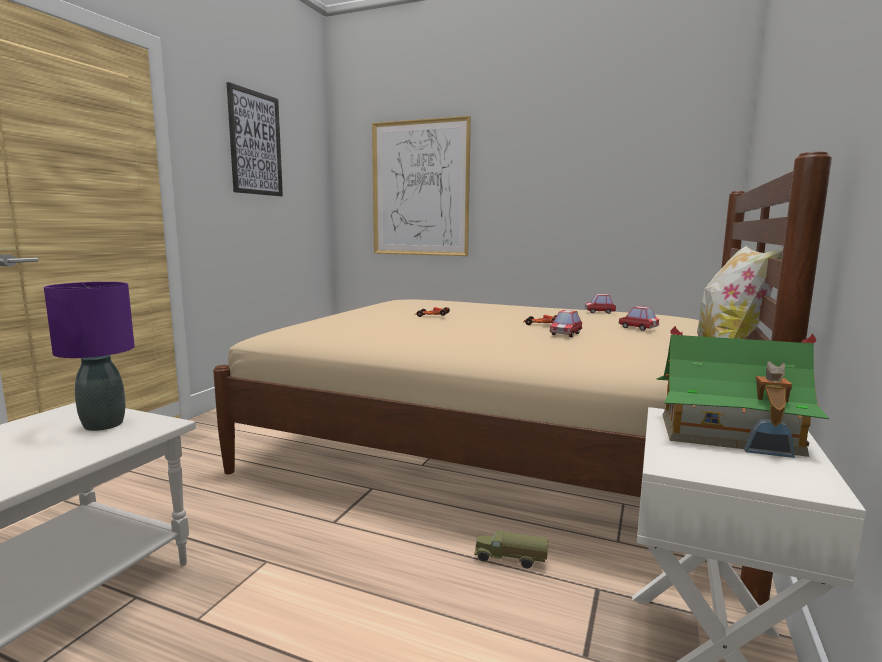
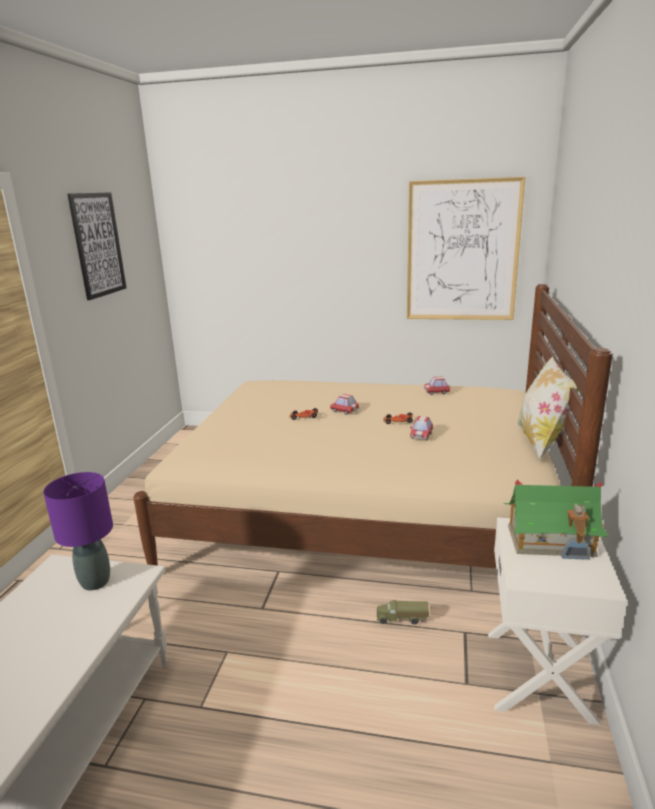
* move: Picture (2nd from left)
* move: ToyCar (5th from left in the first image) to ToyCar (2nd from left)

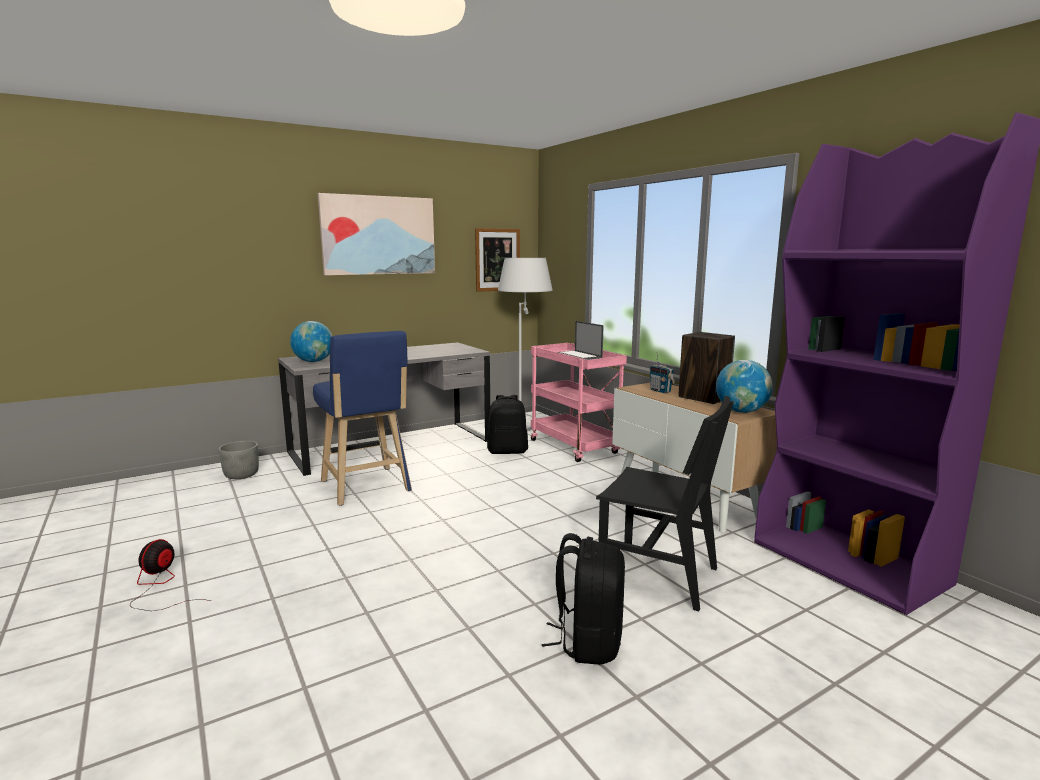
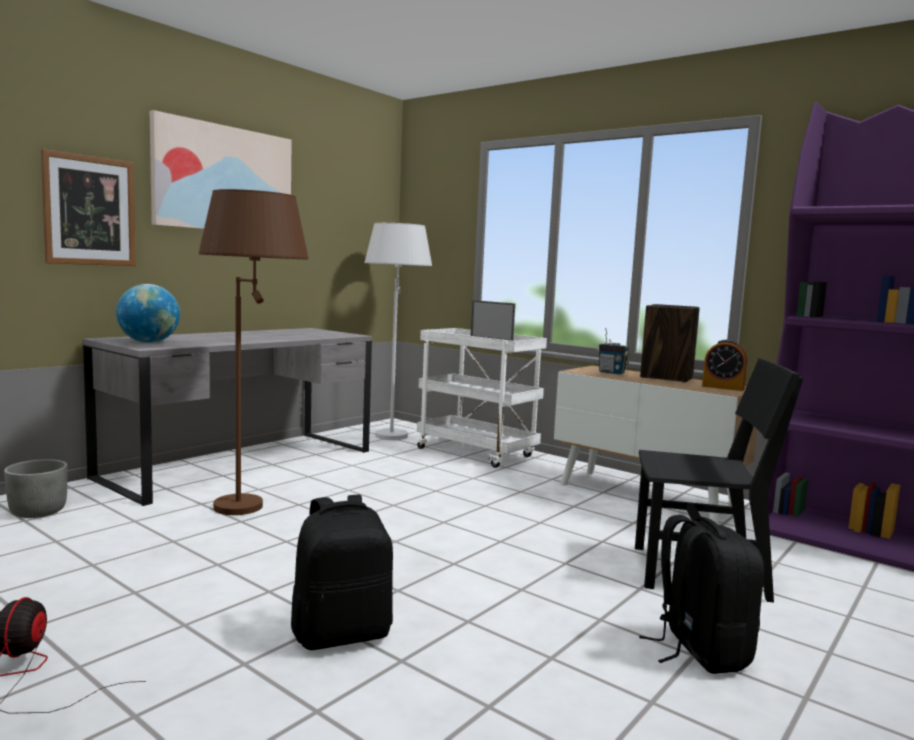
* move: Picture (2nd from left in the first image) to Picture (1st from left)
* move: BlackBackpack (1st from left)
* replace: BlueStool to BrownFloorLamp
* replace: Globe (2nd from left) to AlarmClock
* recolor: PinkCart to WhiteCart

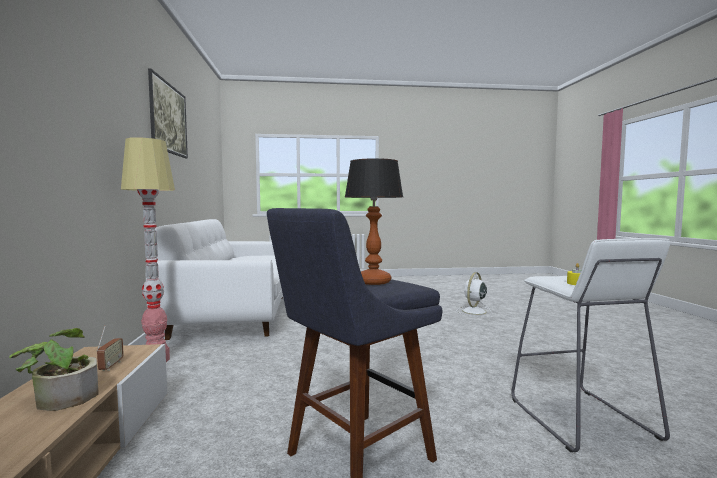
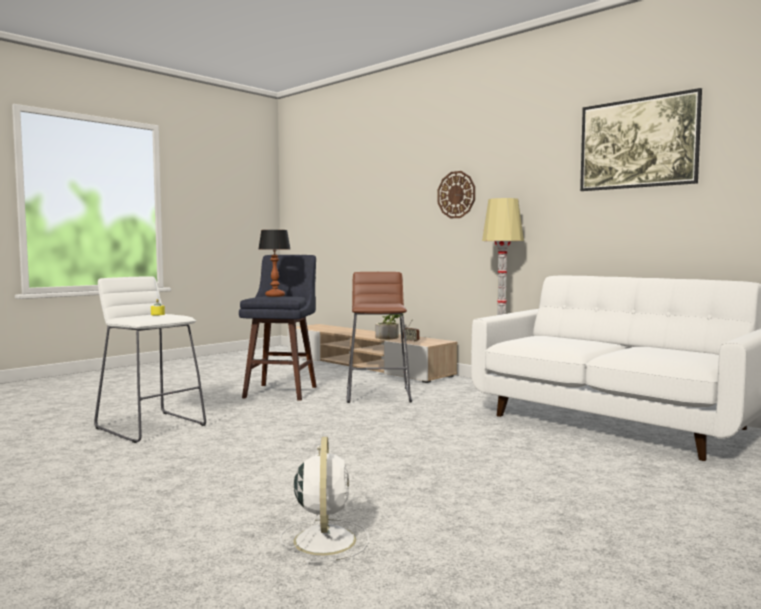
* insert: BrownStool
* insert: WallClock

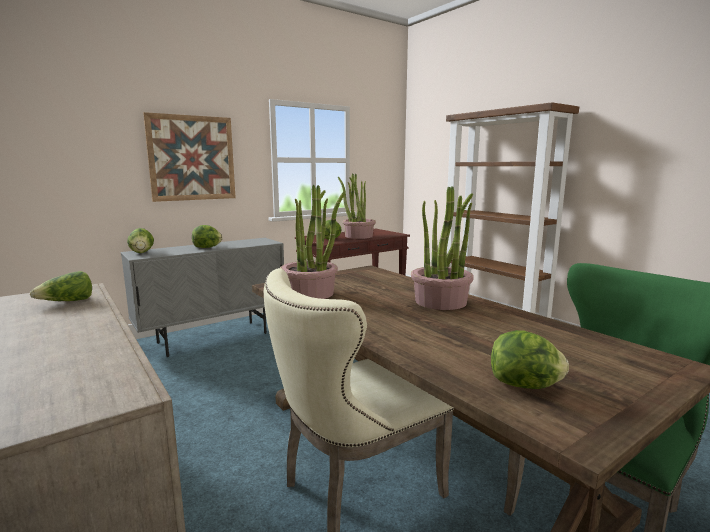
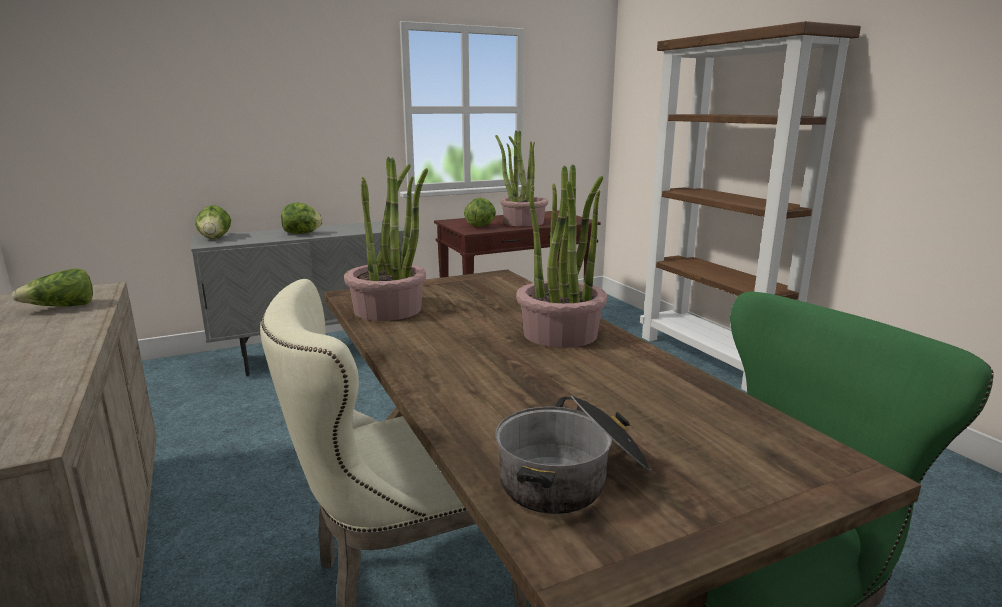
* delete: Picture
* replace: Lettuce (5th from left) to CookingPot

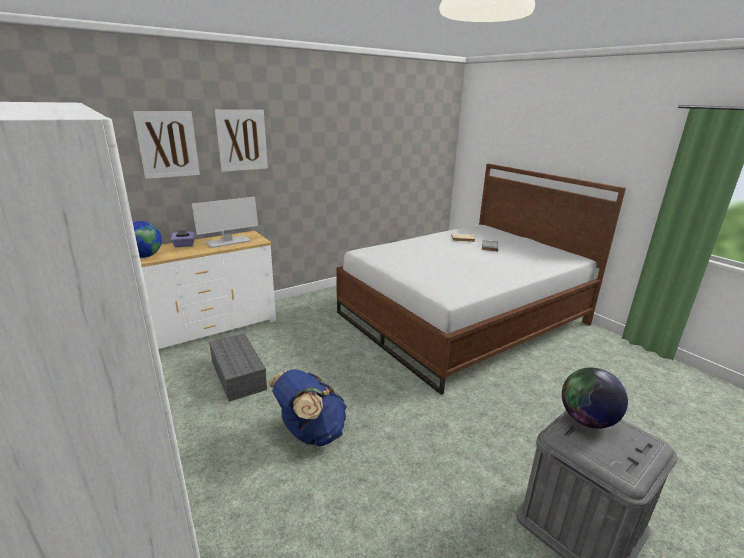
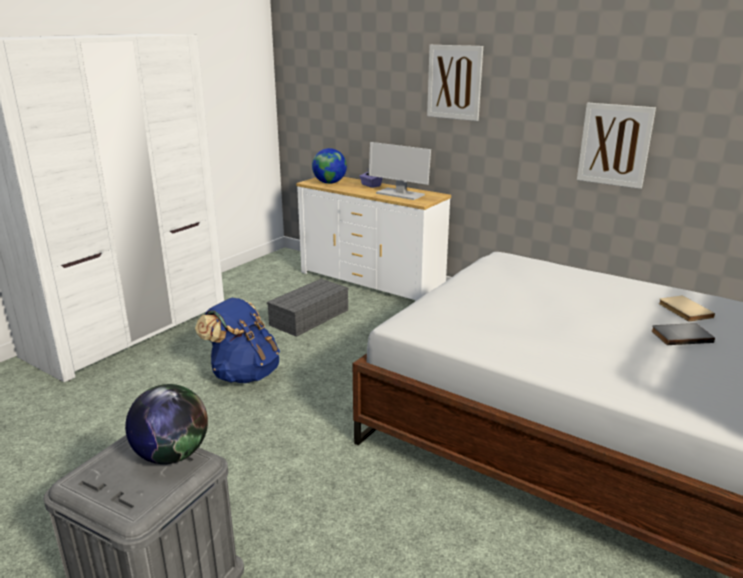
* move: Picture (1st from left in the first image) to Picture (2nd from left)

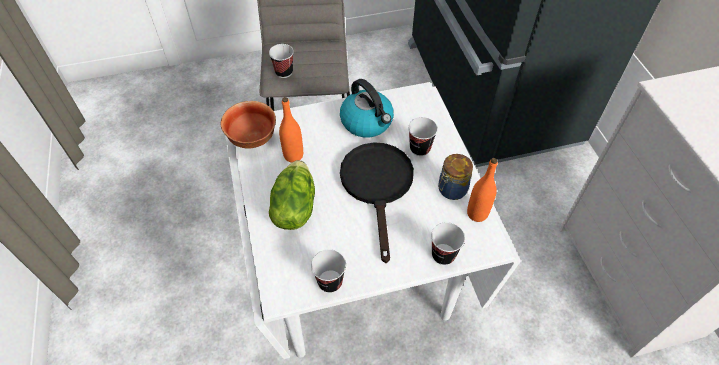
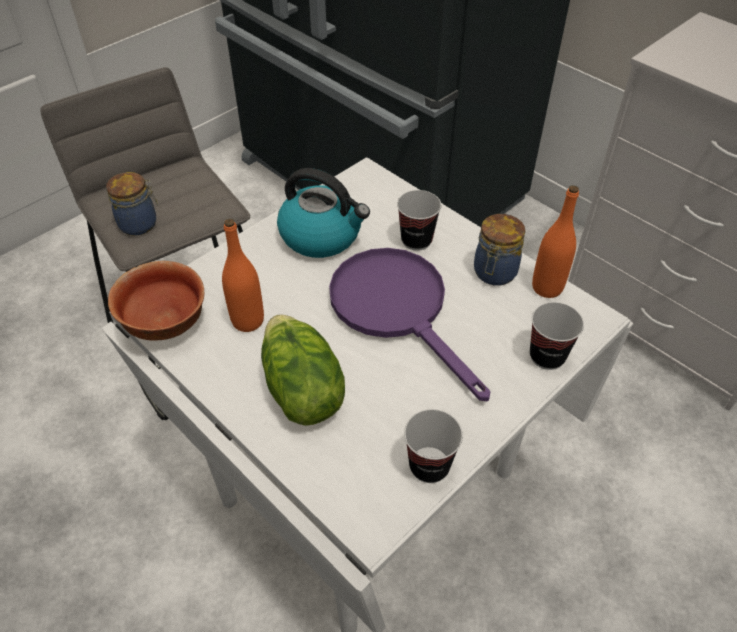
* replace: Cup (1st from left) to Jar (1st from left)
* recolor: BlackFryingPan to PurpleFryingPan

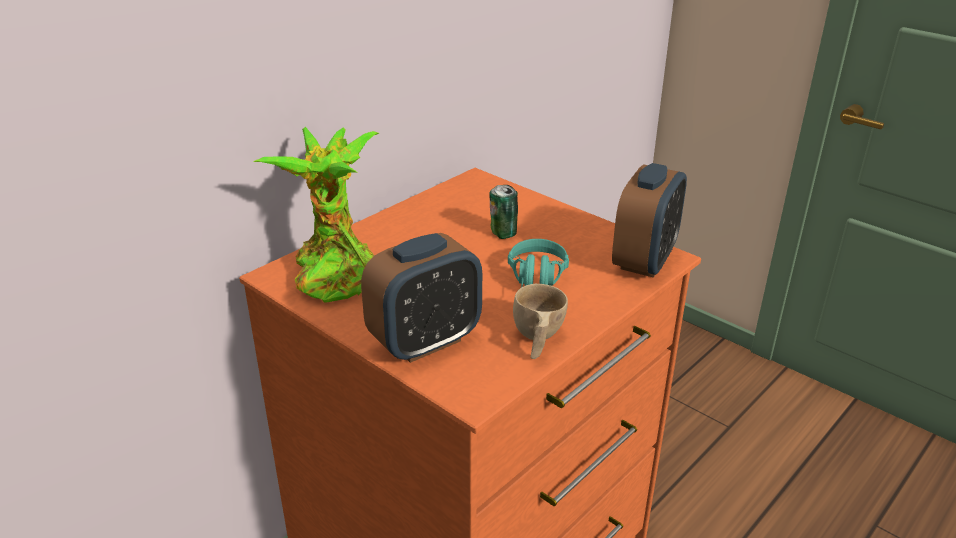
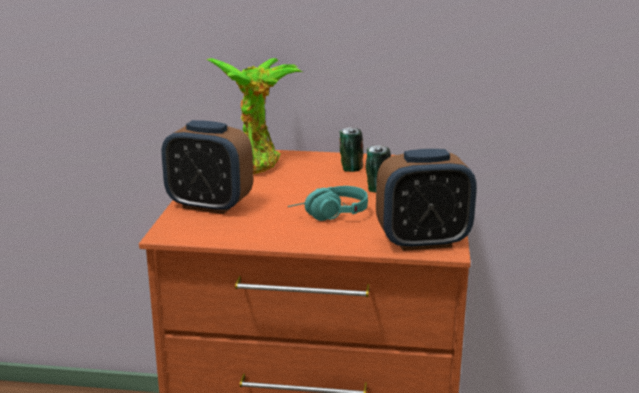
* delete: BeigeCup
* insert: Can (1st from left)

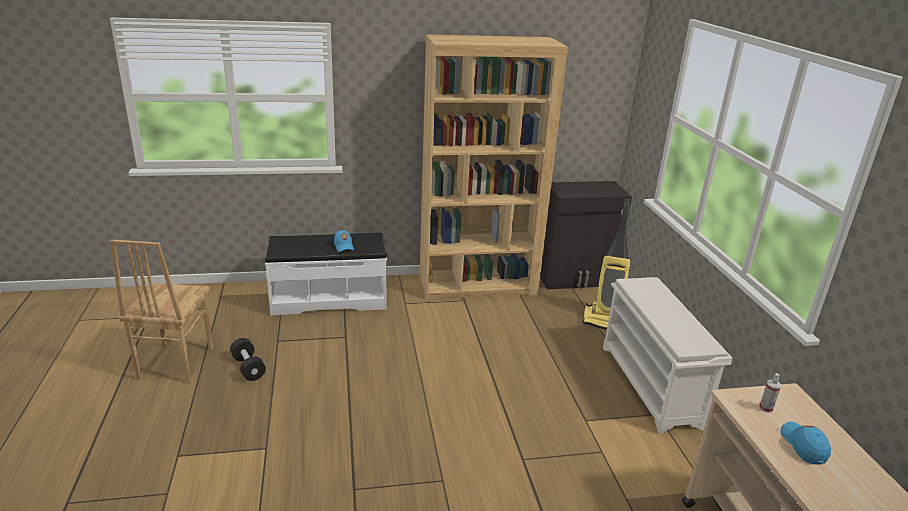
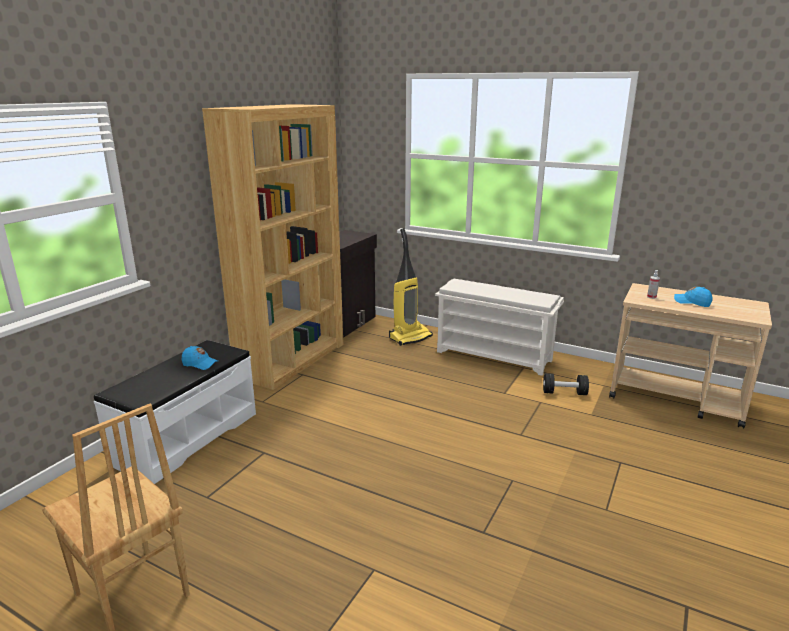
* move: BlackDumbbell

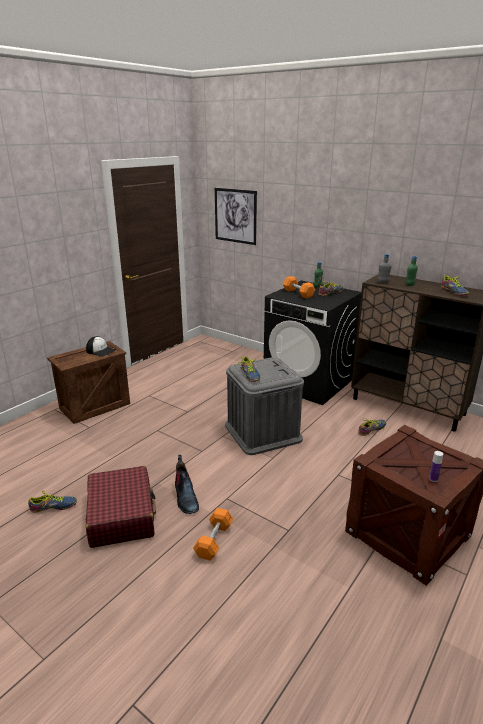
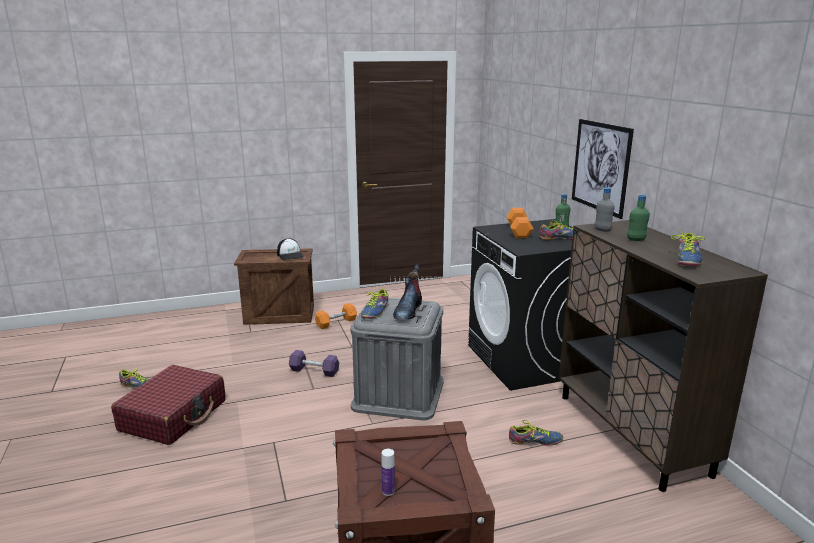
* insert: PurpleDumbbell
* move: Boot
* move: OrangeDumbbell (1st from left)
* move: Picture

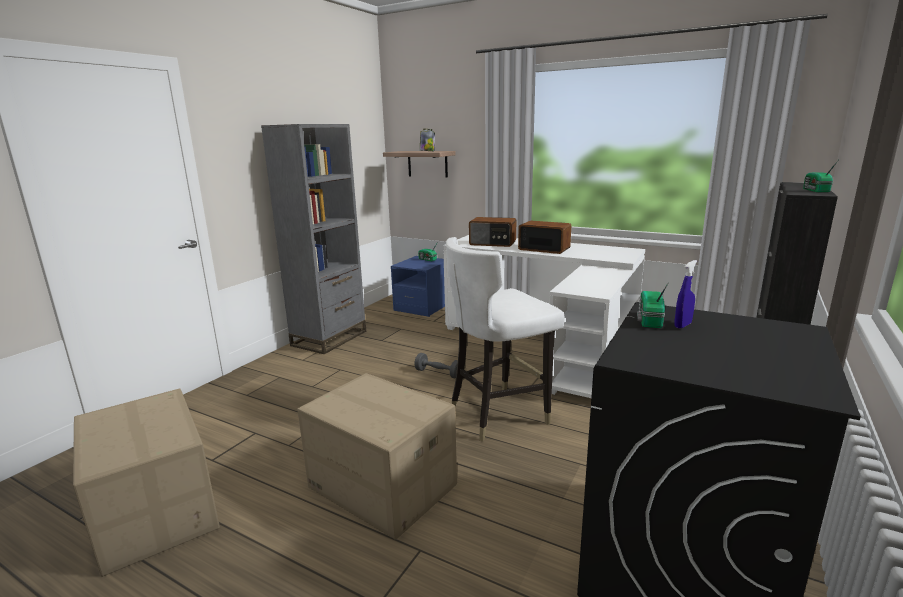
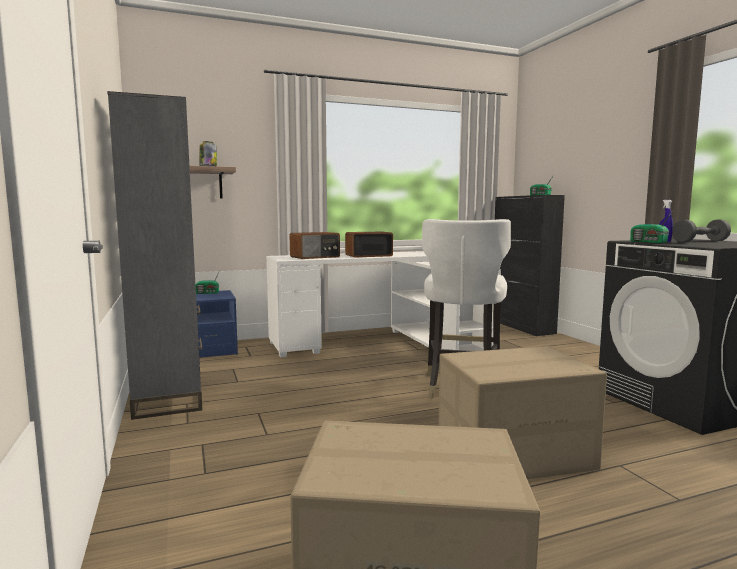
* move: GreyDumbbell

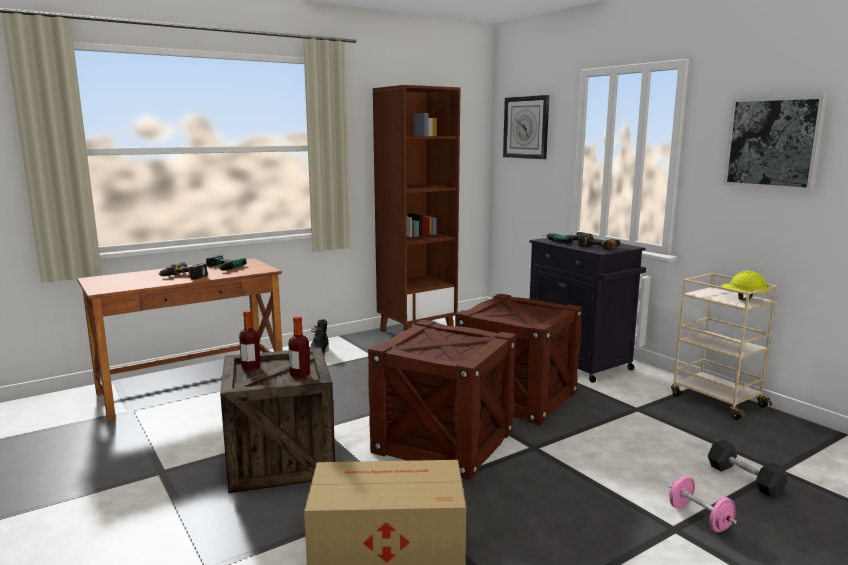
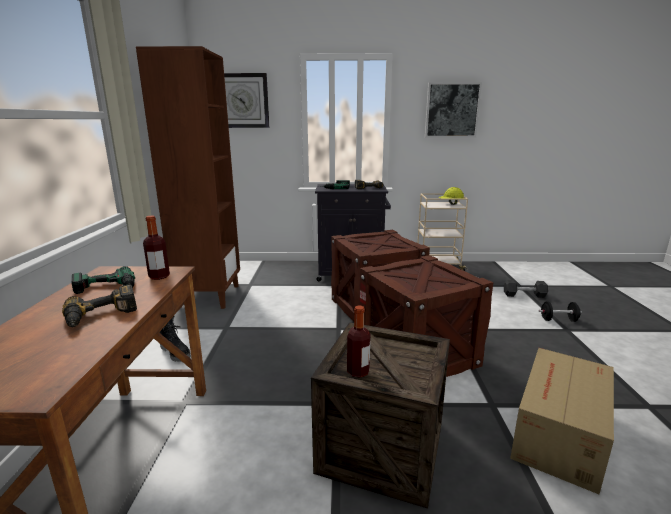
* move: Bottle (2nd from left in the first image) to Bottle (1st from left)
* recolor: PinkDumbbell to BlackDumbbell (2nd from left)

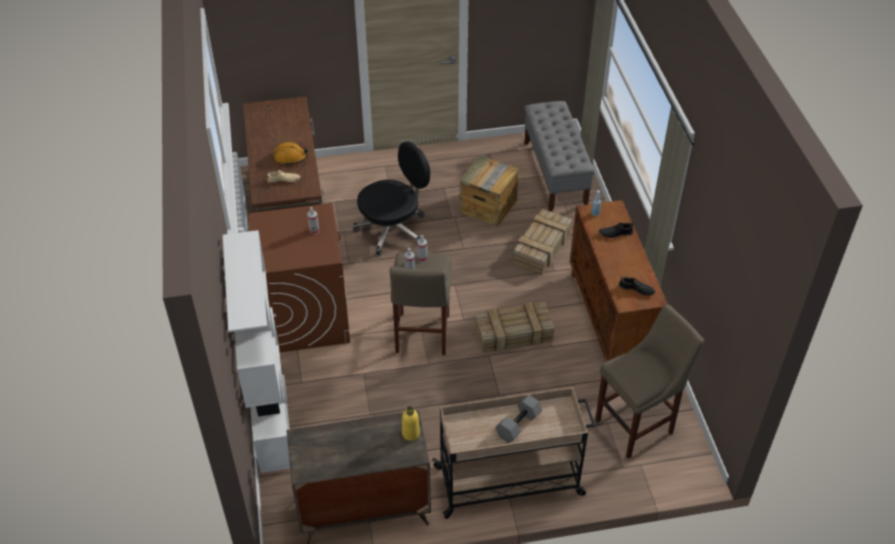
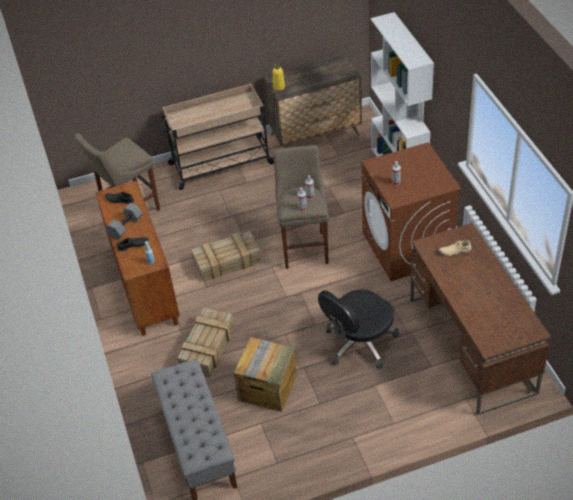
* delete: OrangeHardHat
* move: GreyDumbbell

